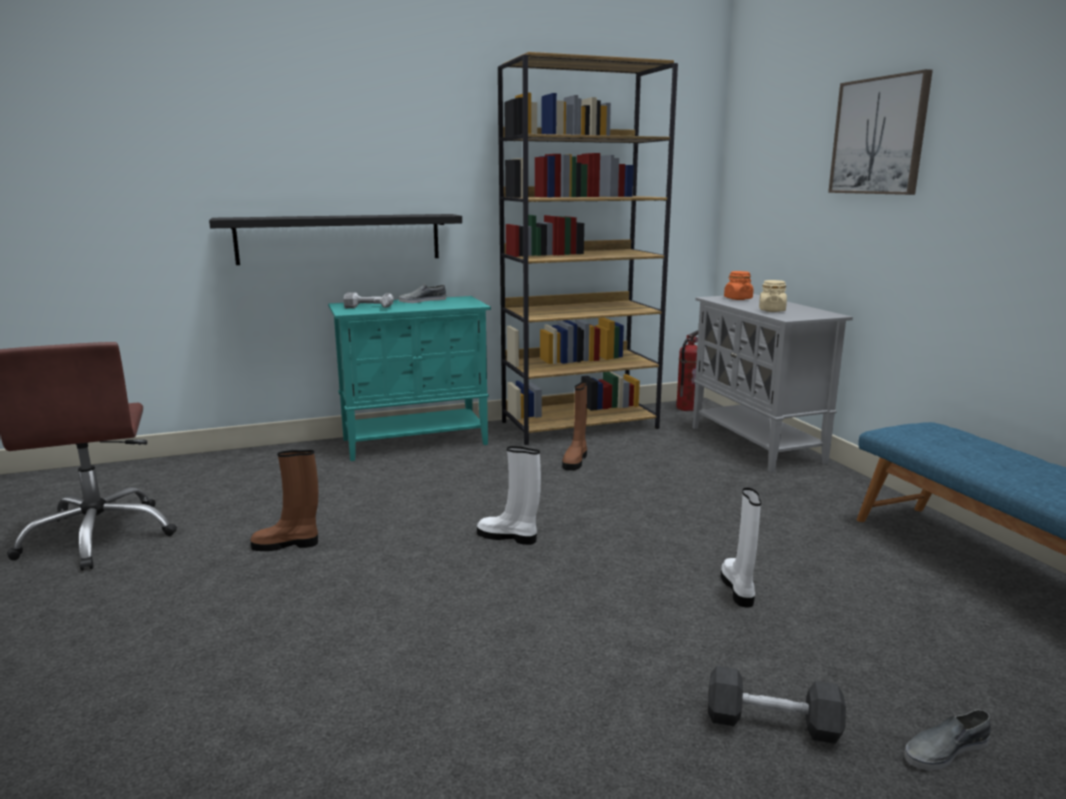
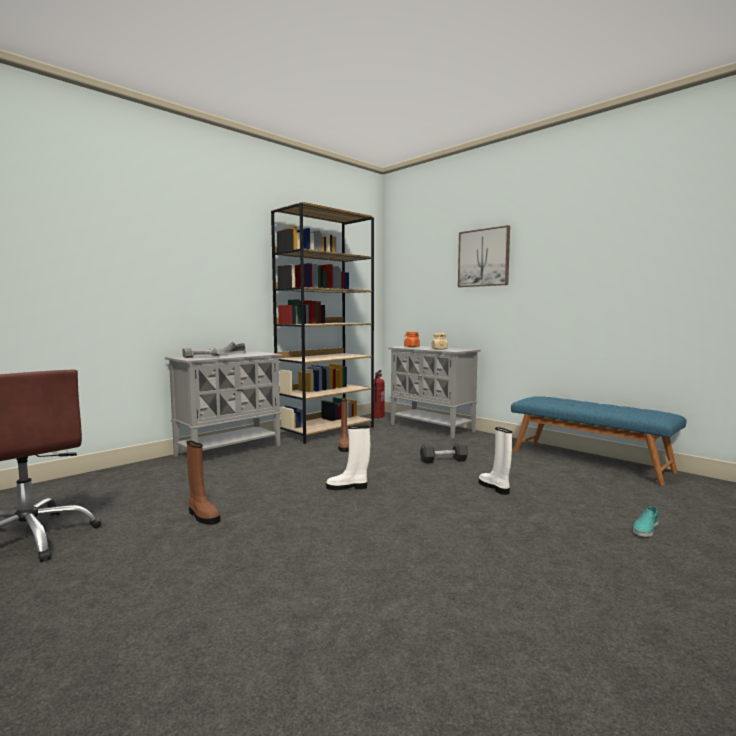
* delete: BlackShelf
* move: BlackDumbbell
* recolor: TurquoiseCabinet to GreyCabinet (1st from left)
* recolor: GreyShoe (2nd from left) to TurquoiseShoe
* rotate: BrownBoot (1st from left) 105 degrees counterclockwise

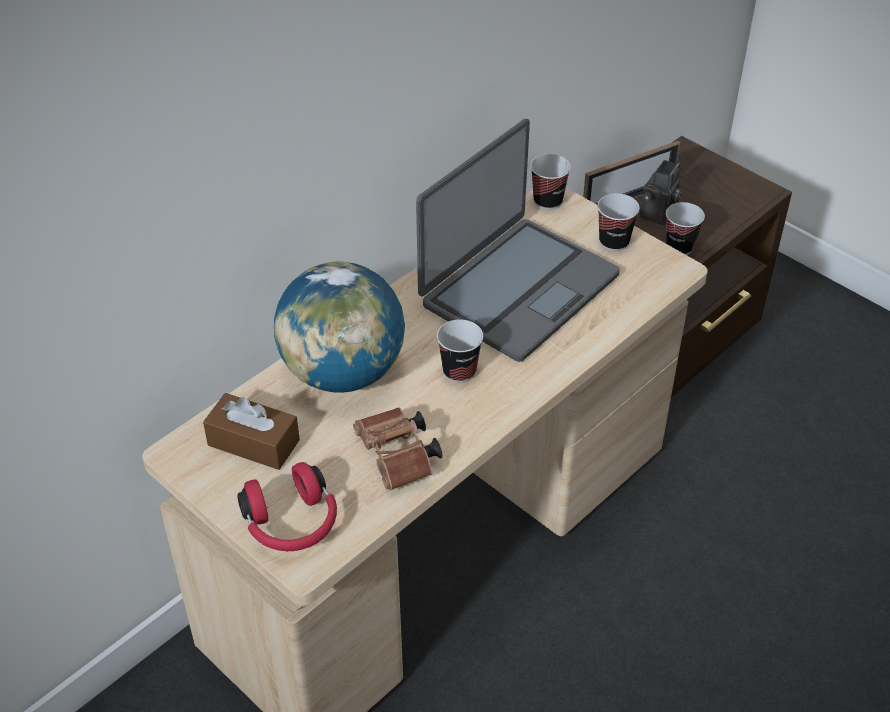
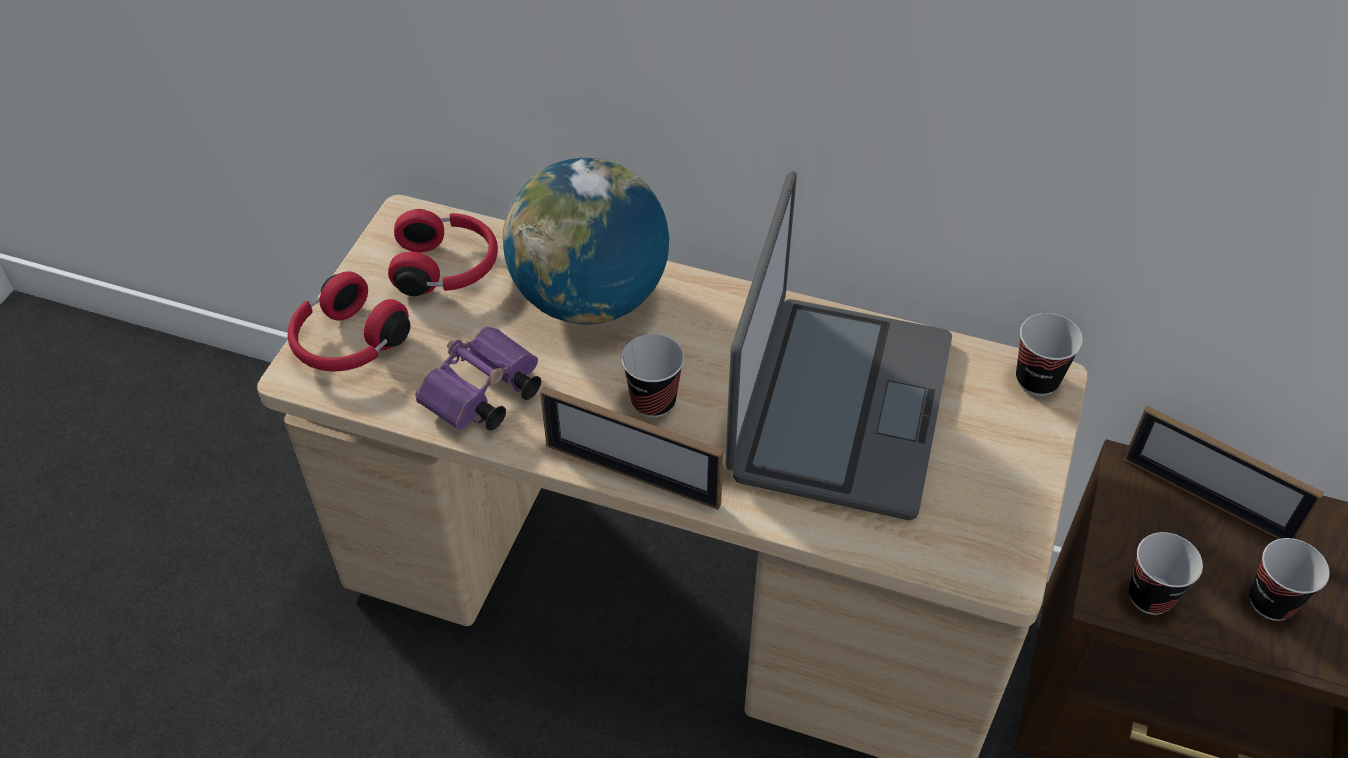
* delete: PhotoCamera
* insert: PictureFrame (1st from left)
* move: Cup (3rd from left in the first image) to Cup (4th from left)
* replace: BrownTissueBox to RedHeadphones (2nd from left)
* recolor: BrownBinoculars to PurpleBinoculars
* rotate: Laptop 90 degrees counterclockwise

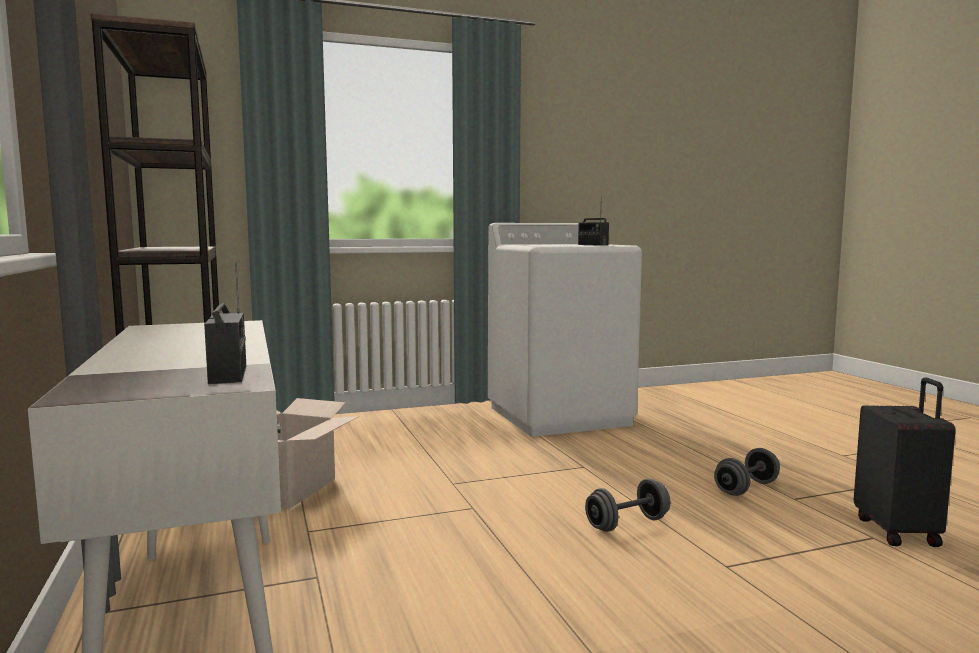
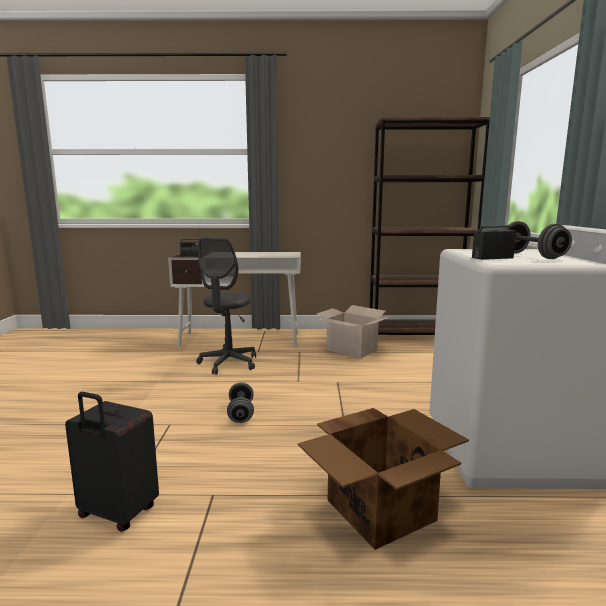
* insert: GreyOfficeChair
* insert: CardboardBox (2nd from left)
* move: GreyDumbbell (2nd from left)

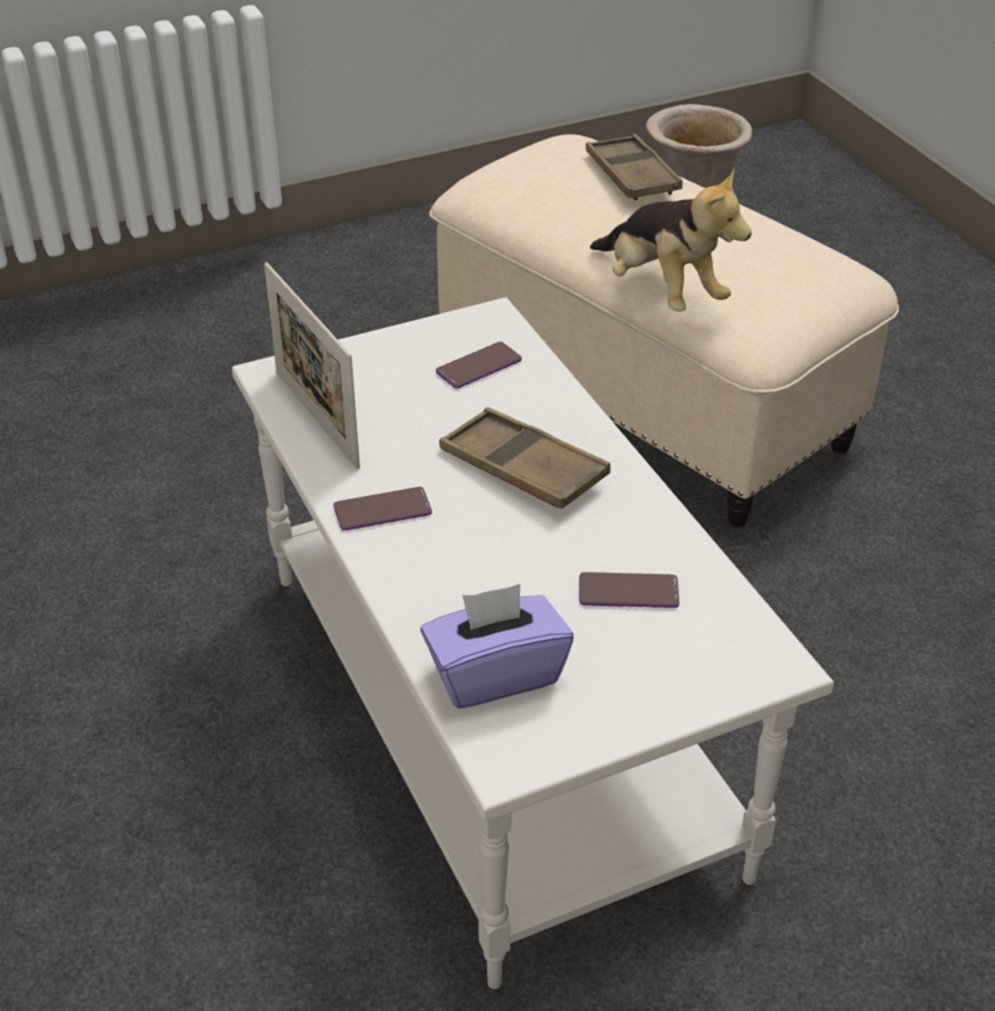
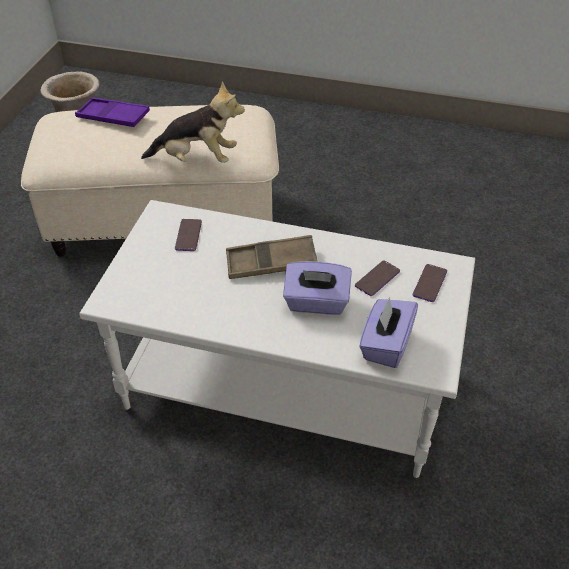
* delete: PictureFrame
* insert: PurpleTissueBox (1st from left)
* move: Phone (1st from left in the first image) to Phone (3rd from left)
* recolor: BrownTray (2nd from left) to PurpleTray

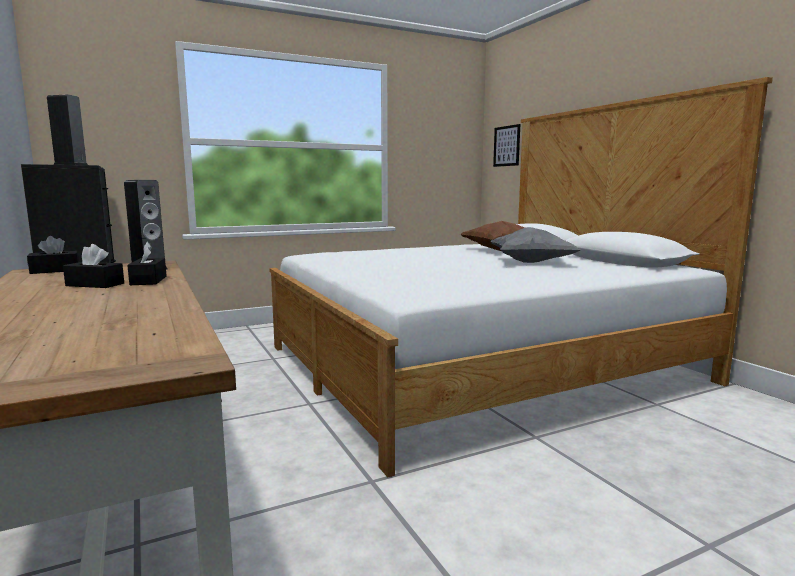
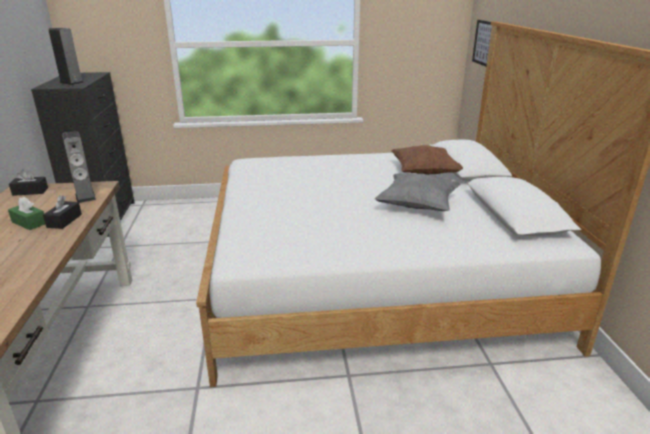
* recolor: BlackTissueBox (2nd from left) to GreenTissueBox

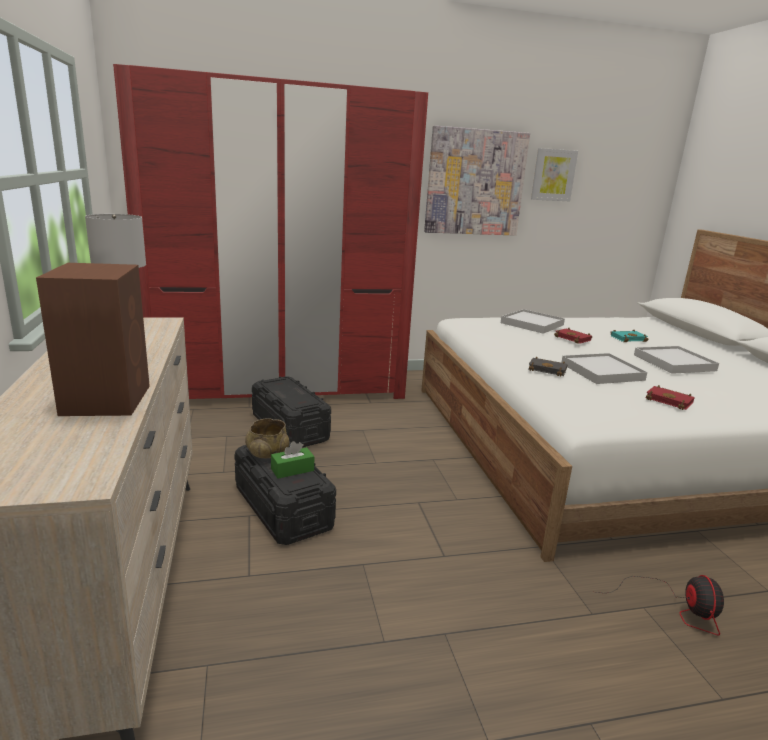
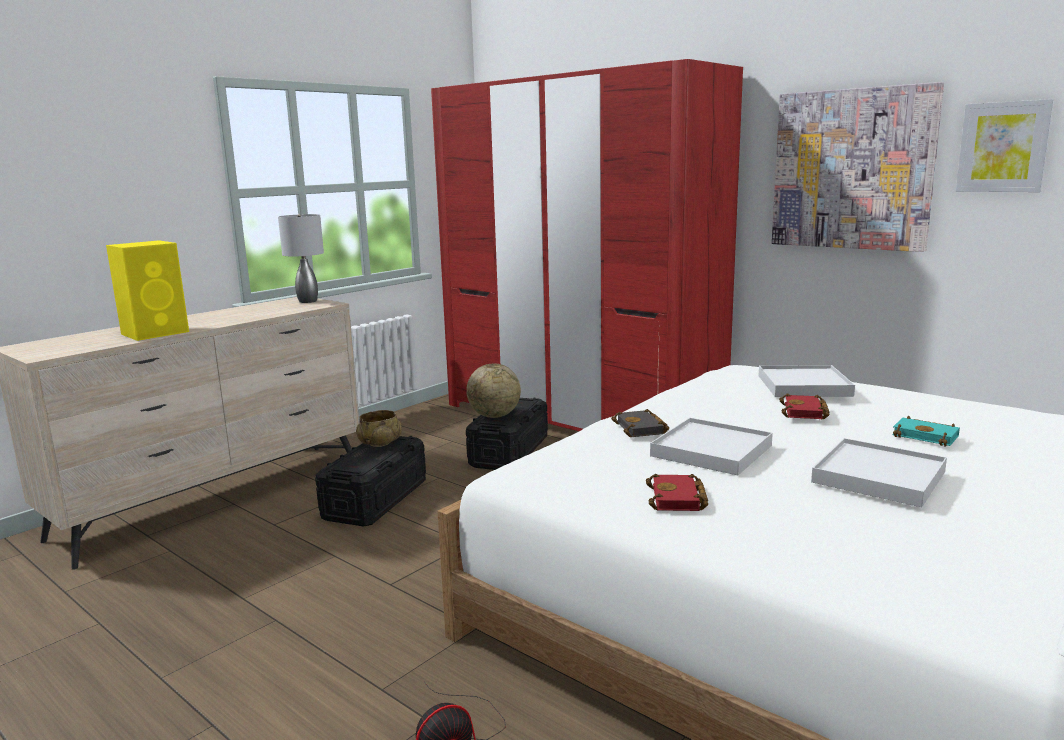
* delete: GreenTissueBox
* insert: Globe
* recolor: BrownSpeaker to YellowSpeaker

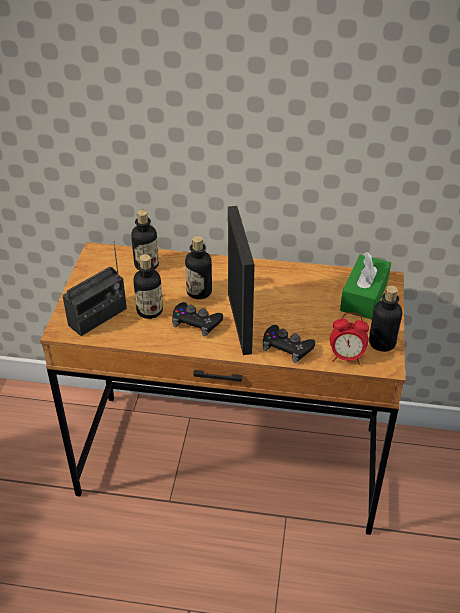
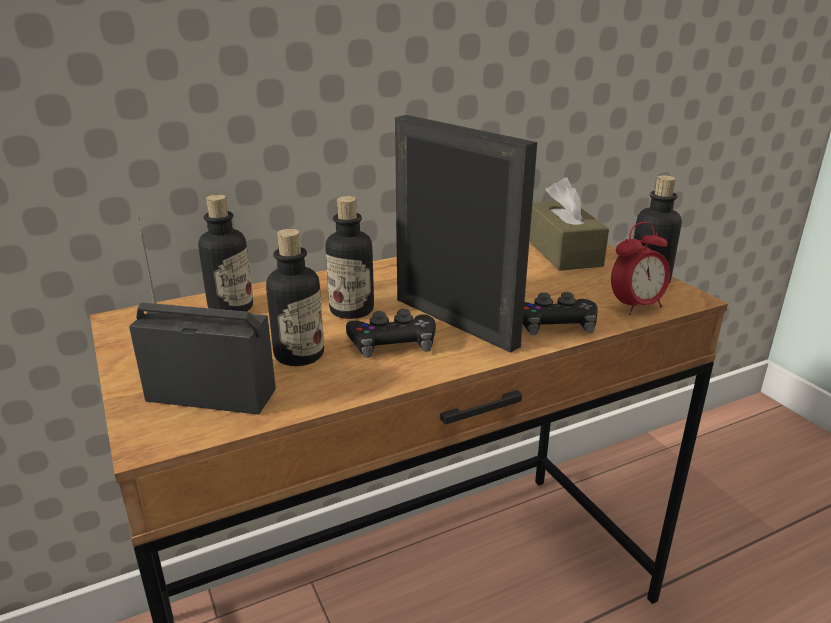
* recolor: GreenTissueBox to BrownTissueBox
* rotate: Radio 90 degrees counterclockwise

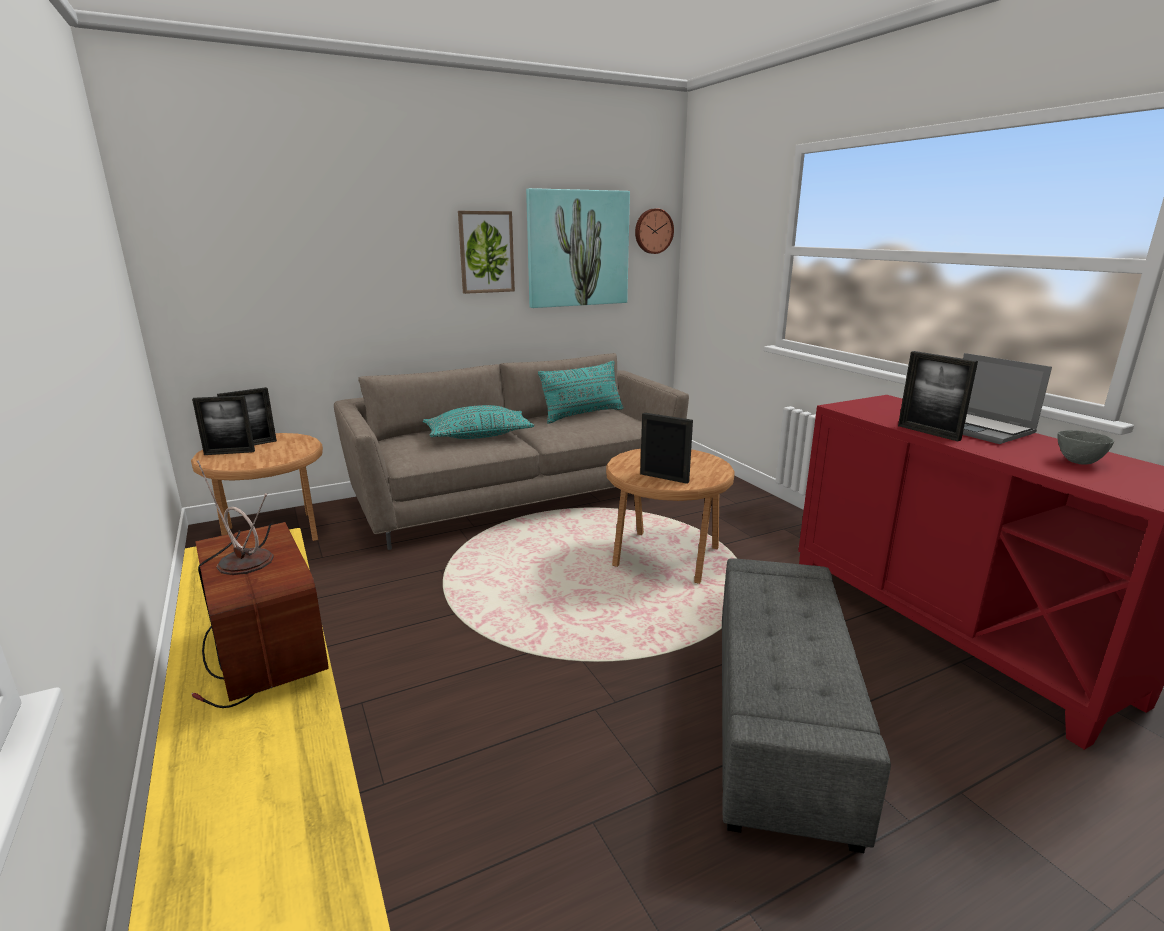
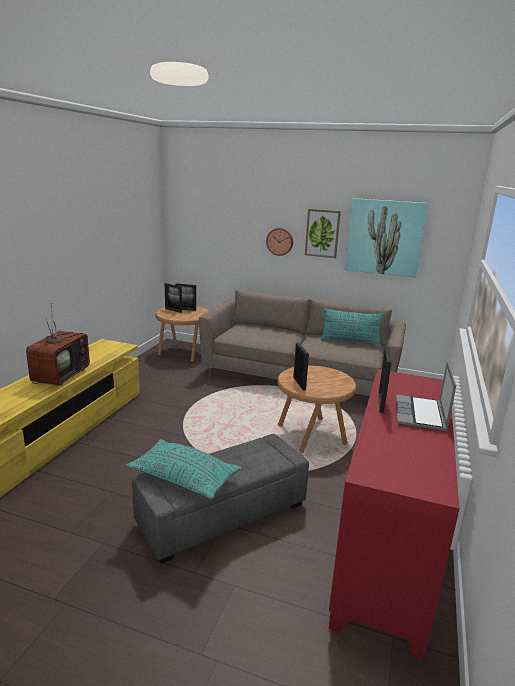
* delete: GreyBowl
* move: TurquoisePillow (1st from left)
* move: WallClock

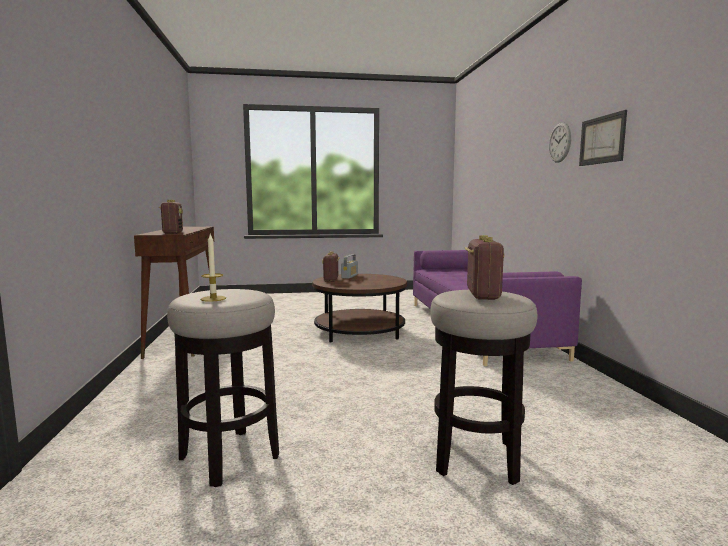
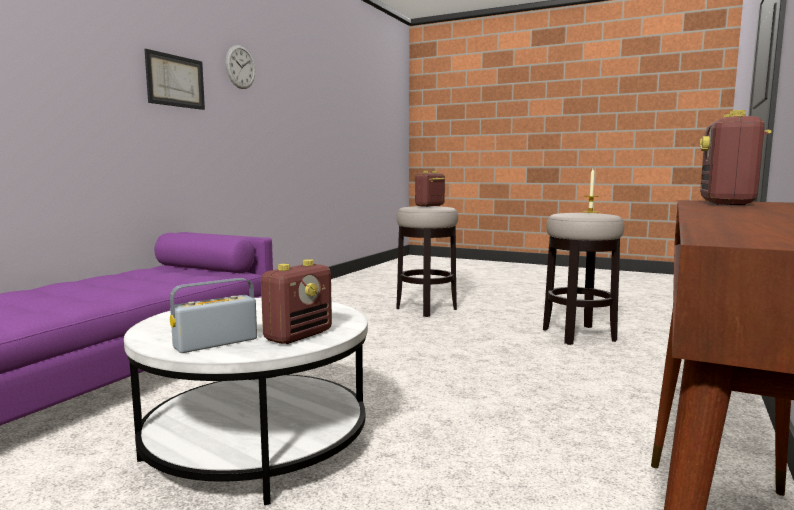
* move: WallClock
* recolor: BrownCoffeeTable to WhiteCoffeeTable

